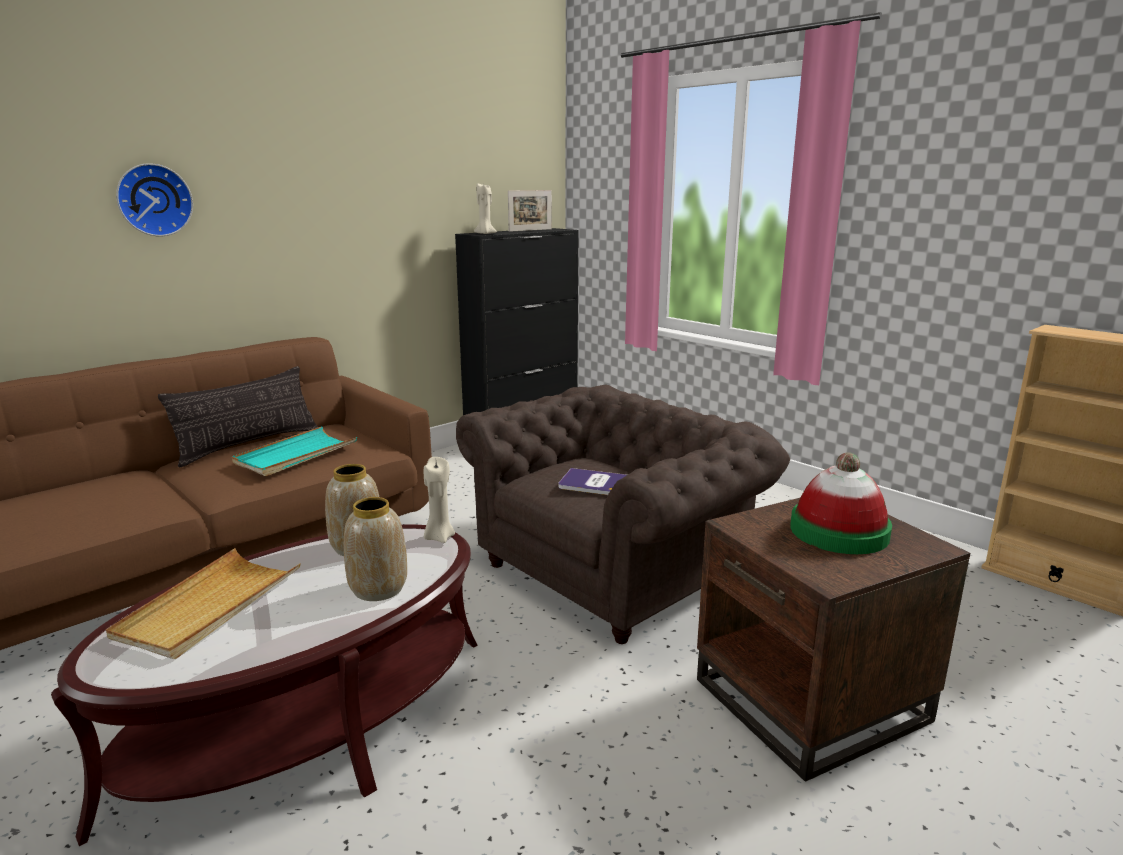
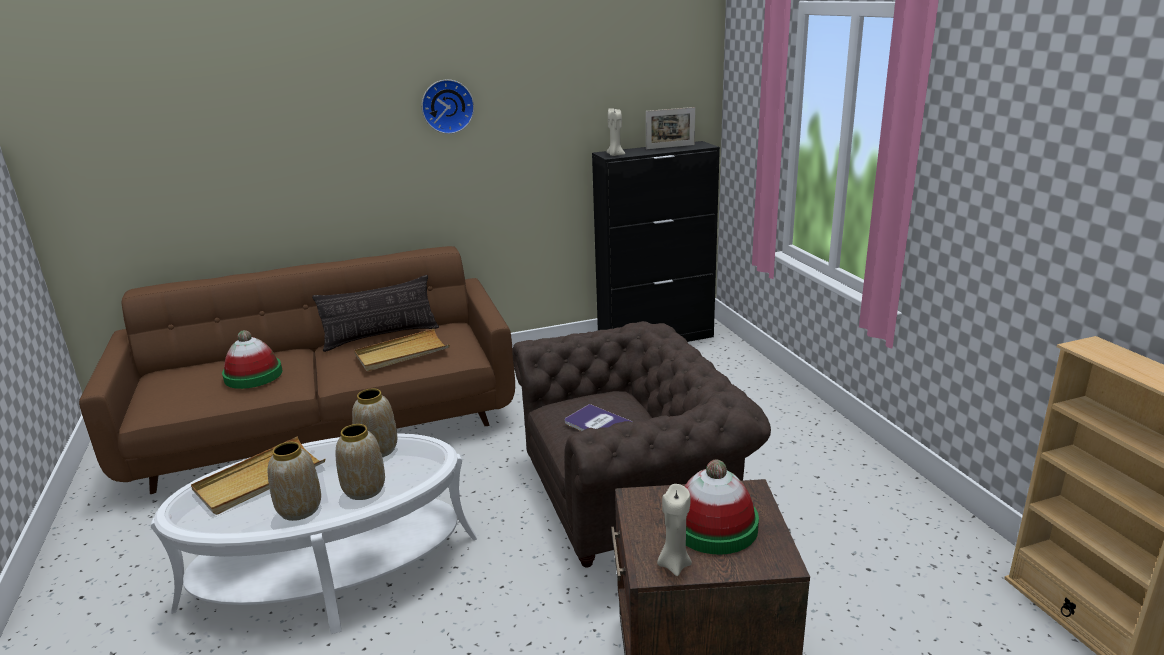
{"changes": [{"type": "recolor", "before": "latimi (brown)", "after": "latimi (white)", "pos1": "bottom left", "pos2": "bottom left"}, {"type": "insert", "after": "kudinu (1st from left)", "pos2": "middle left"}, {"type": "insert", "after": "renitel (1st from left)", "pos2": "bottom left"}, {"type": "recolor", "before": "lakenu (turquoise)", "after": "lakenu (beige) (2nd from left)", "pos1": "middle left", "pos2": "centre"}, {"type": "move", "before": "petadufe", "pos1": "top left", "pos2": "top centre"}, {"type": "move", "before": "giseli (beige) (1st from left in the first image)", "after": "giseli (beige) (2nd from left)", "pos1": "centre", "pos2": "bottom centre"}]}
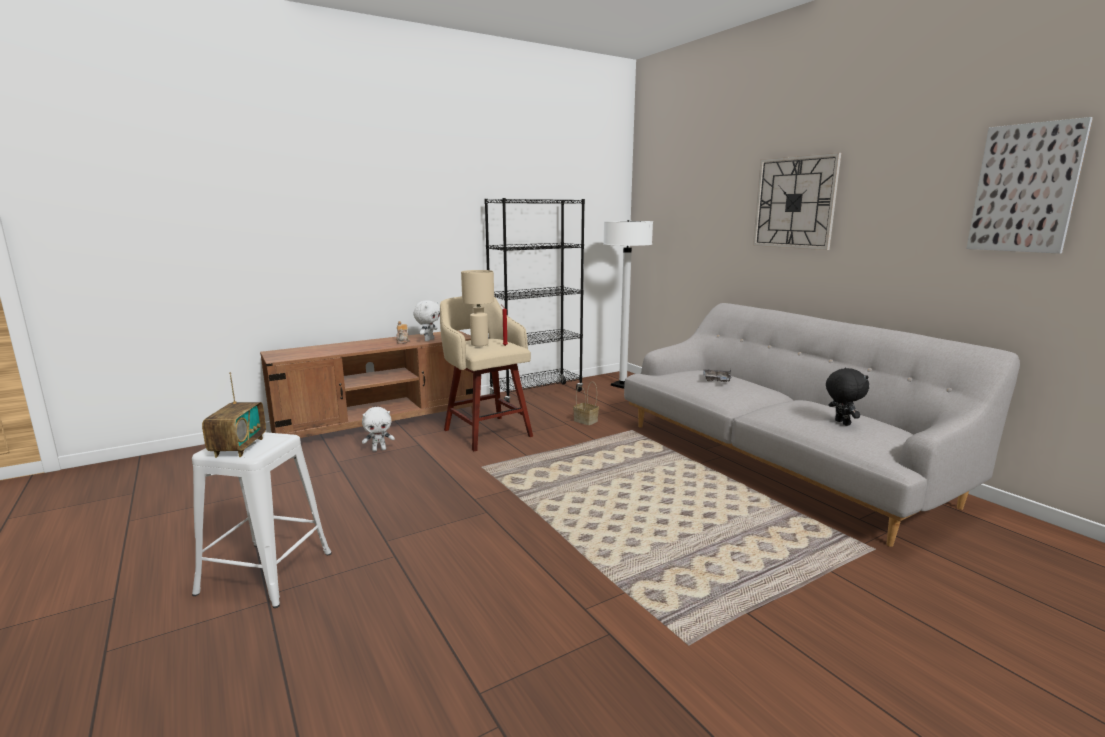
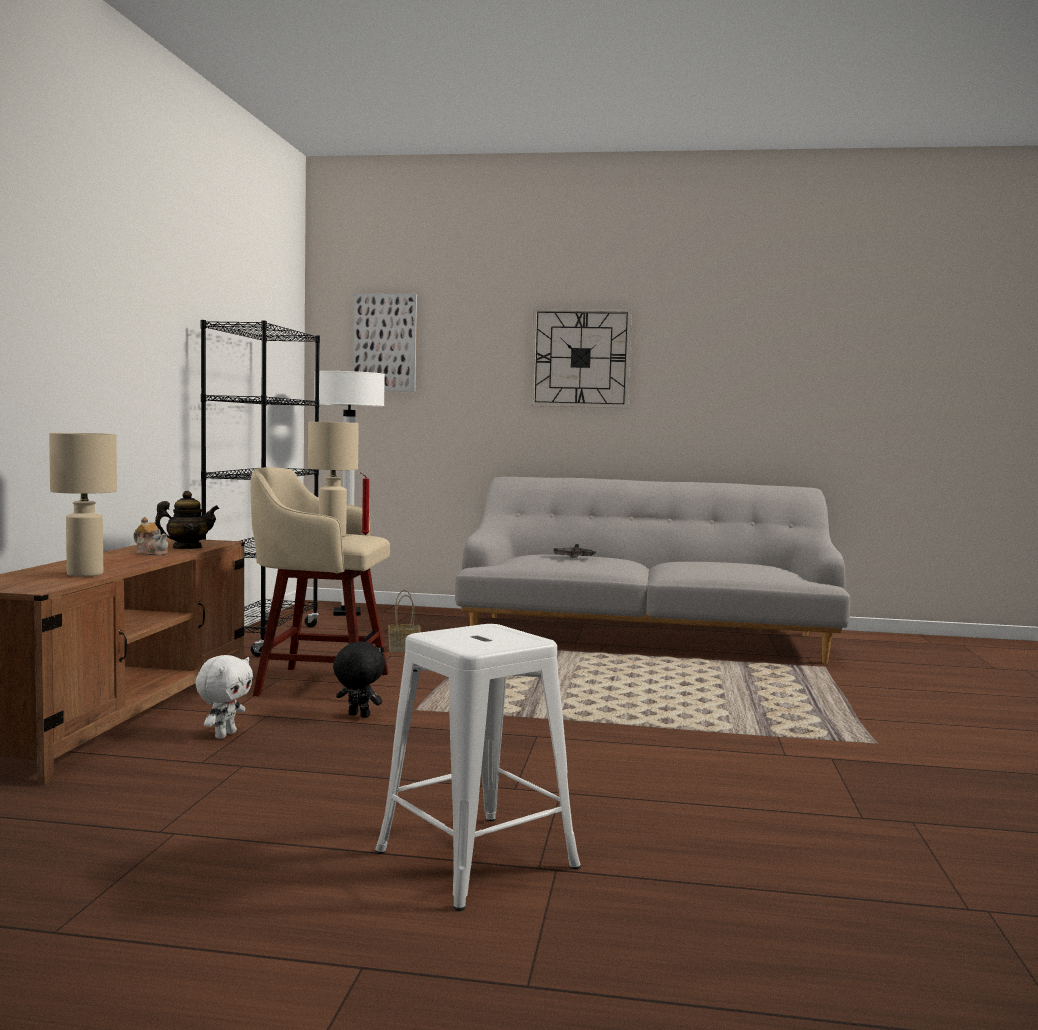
{"changes": [{"type": "insert", "after": "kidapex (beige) (1st from left)", "pos2": "middle left"}, {"type": "replace", "before": "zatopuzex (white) (2nd from left)", "after": "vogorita (2nd from left)", "pos1": "centre", "pos2": "middle left"}, {"type": "move", "before": "zatopuzex (black)", "pos1": "middle right", "pos2": "centre"}, {"type": "move", "before": "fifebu", "pos1": "top right", "pos2": "top centre"}, {"type": "delete", "before": "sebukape", "pos1": "middle left"}]}
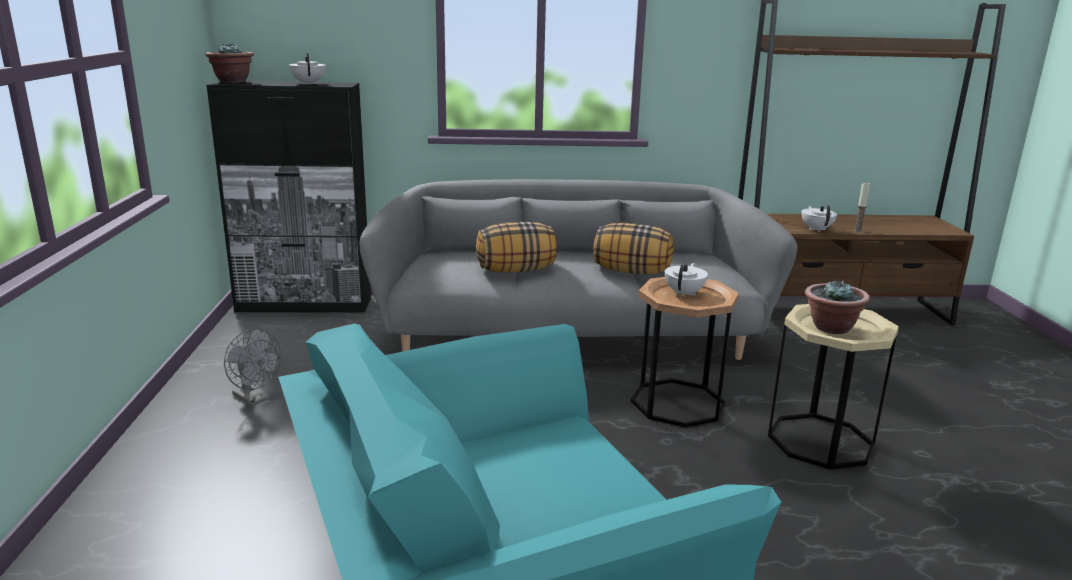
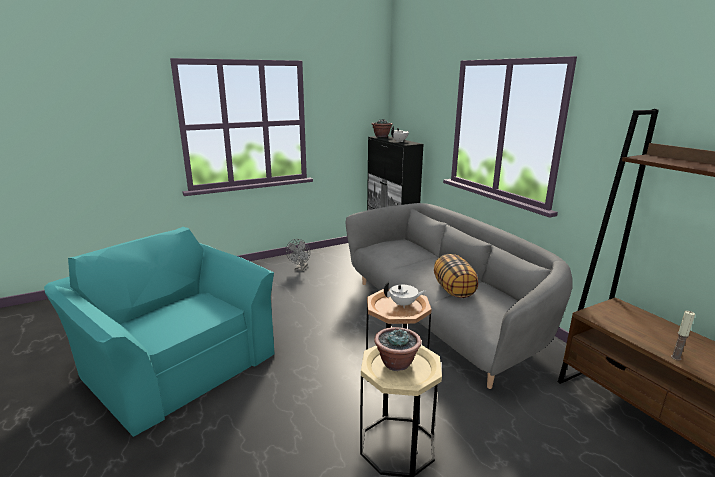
{"changes": [{"type": "delete", "before": "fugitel (1st from left)", "pos1": "centre"}, {"type": "delete", "before": "vogorita (white) (3rd from left)", "pos1": "middle right"}]}
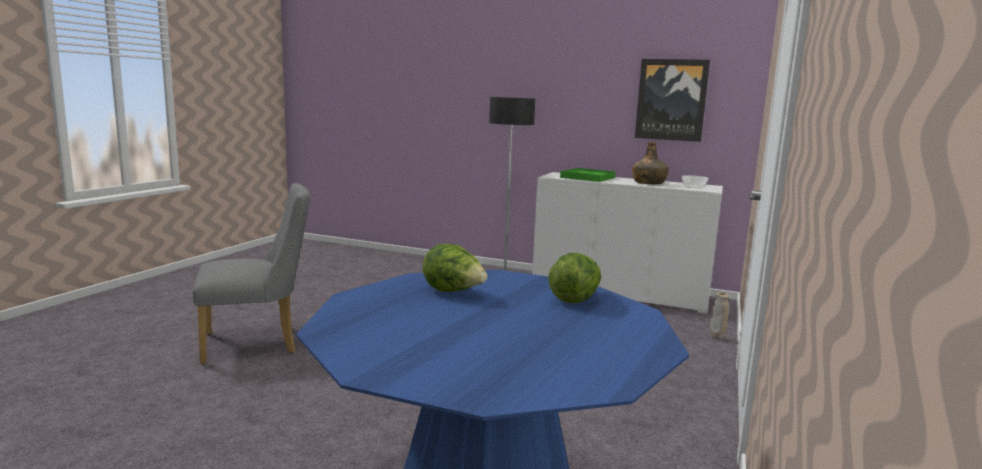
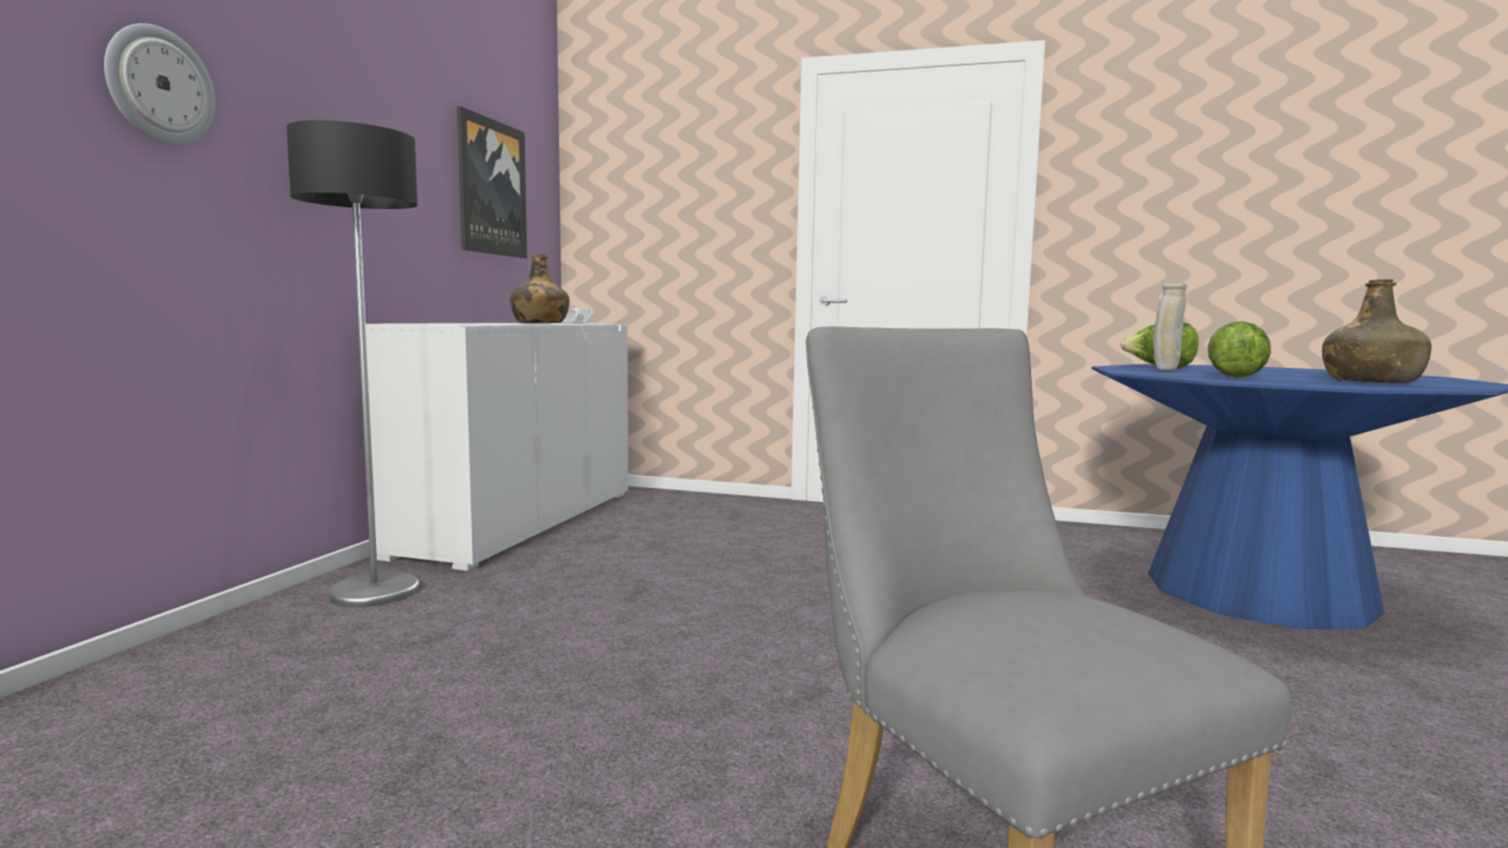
{"changes": [{"type": "insert", "after": "petadufe", "pos2": "top left"}, {"type": "move", "before": "renitel (beige)", "pos1": "bottom right", "pos2": "middle right"}, {"type": "insert", "after": "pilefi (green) (2nd from left)", "pos2": "middle right"}, {"type": "delete", "before": "lakenu (green)", "pos1": "centre"}]}
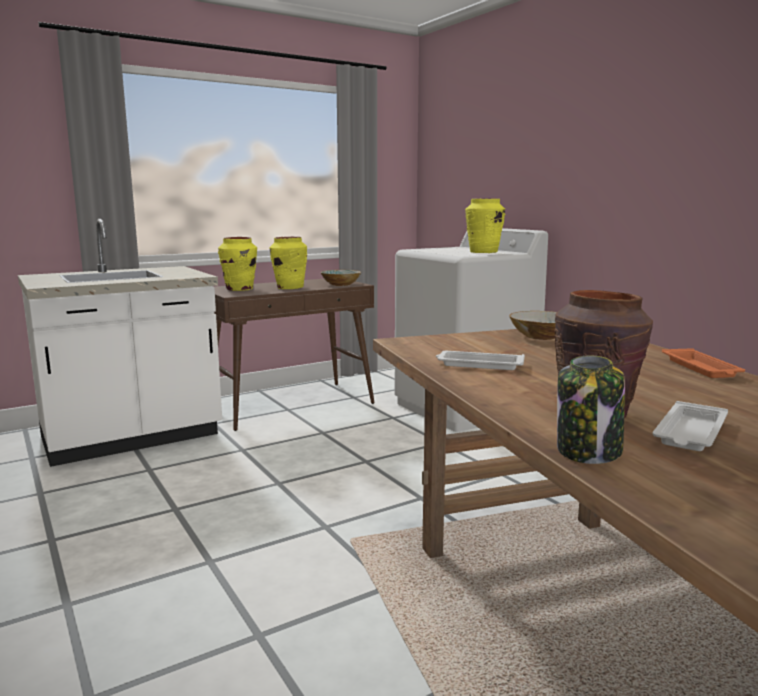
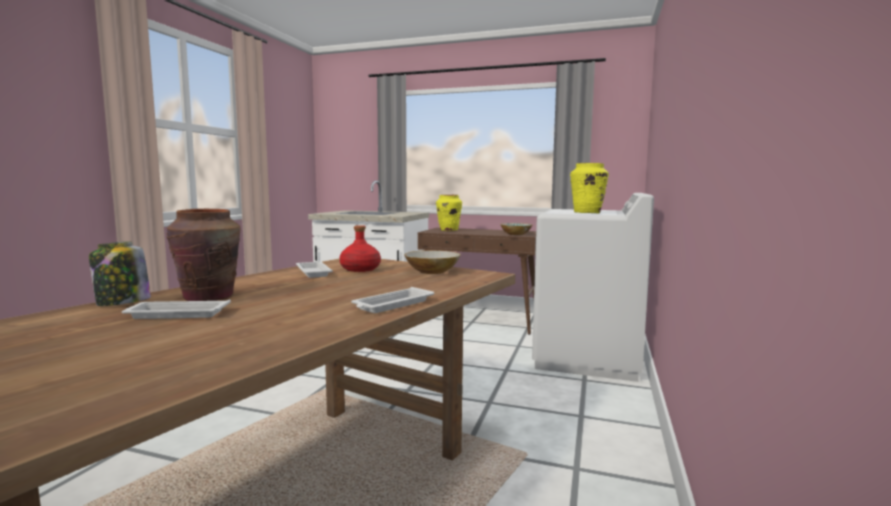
{"changes": [{"type": "insert", "after": "pilefi (red)", "pos2": "centre"}, {"type": "recolor", "before": "lakenu (orange)", "after": "lakenu (white) (3rd from left)", "pos1": "middle right", "pos2": "centre"}, {"type": "delete", "before": "renitel (yellow) (2nd from left)", "pos1": "centre"}]}
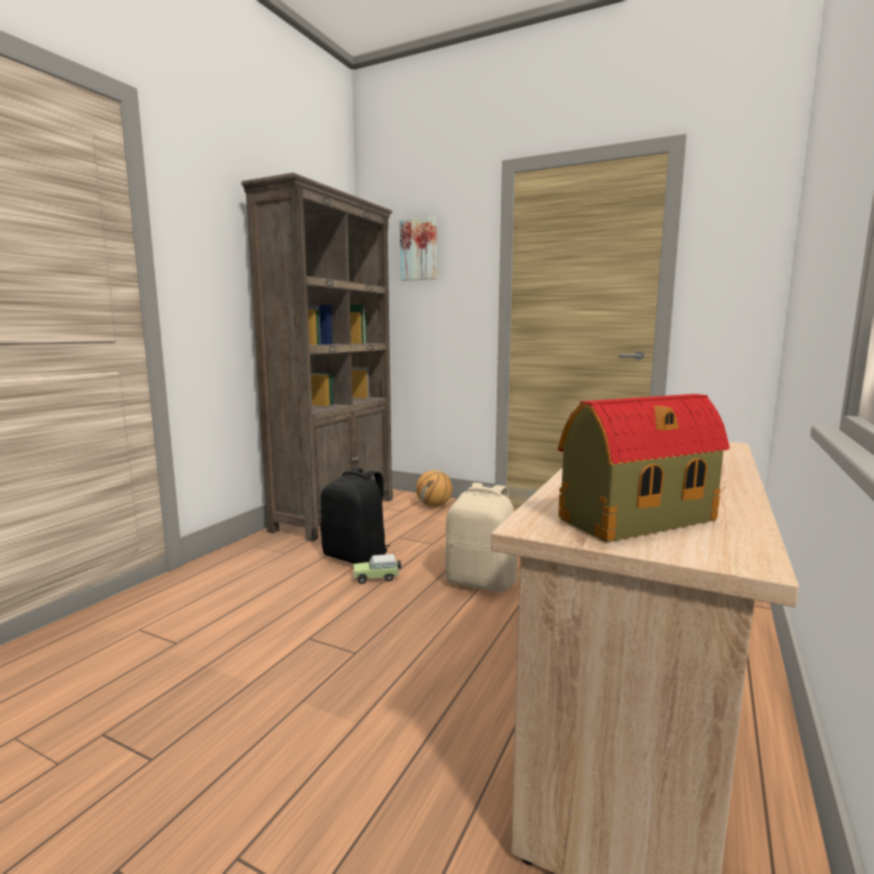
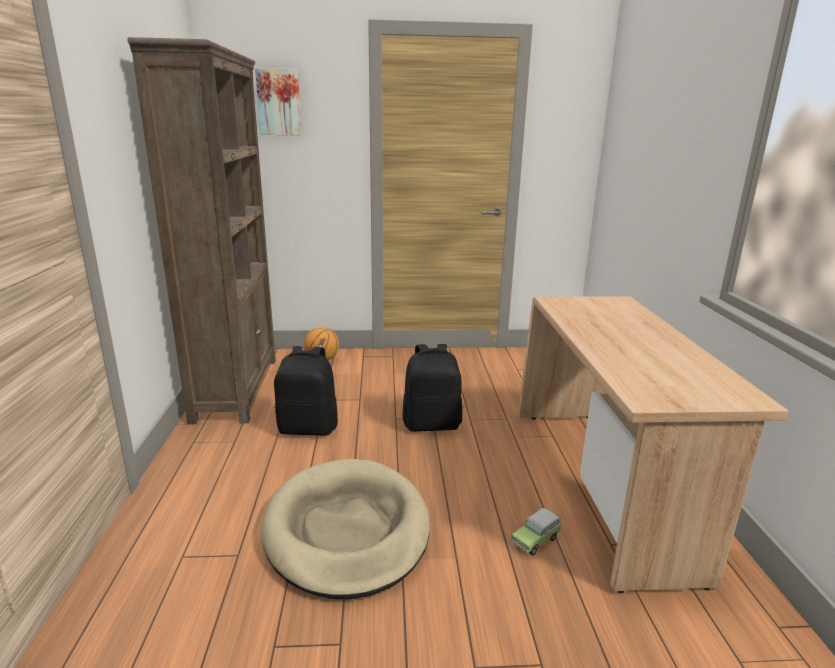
{"changes": [{"type": "insert", "after": "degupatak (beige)", "pos2": "bottom centre"}, {"type": "recolor", "before": "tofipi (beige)", "after": "tofipi (black) (2nd from left)", "pos1": "centre", "pos2": "centre"}, {"type": "move", "before": "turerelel", "pos1": "centre", "pos2": "bottom centre"}, {"type": "delete", "before": "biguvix", "pos1": "middle right"}]}
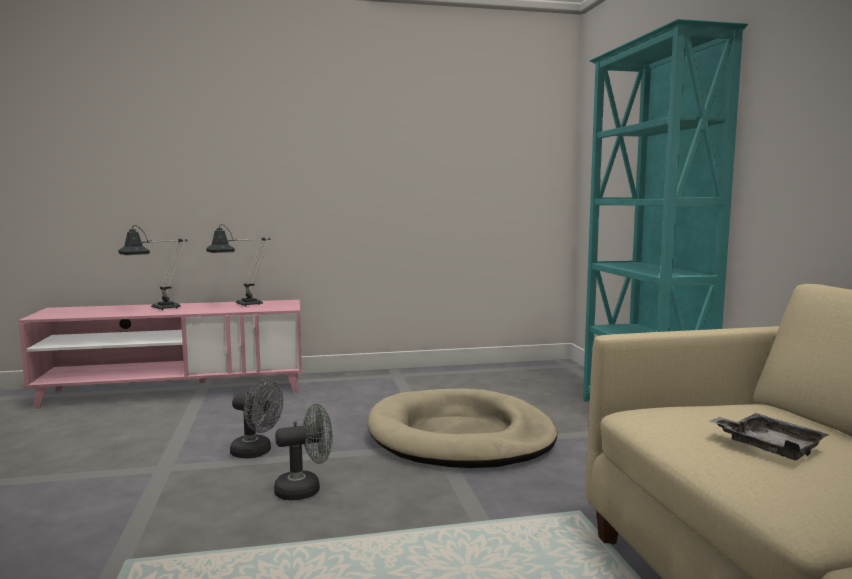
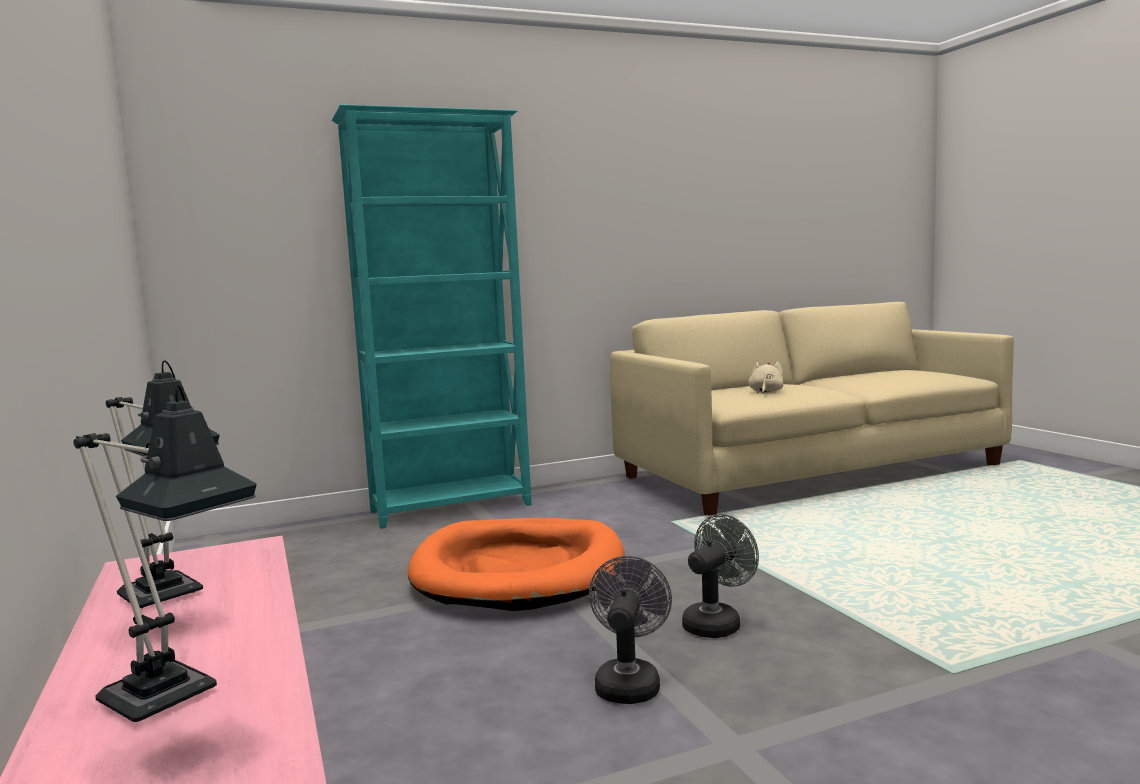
{"changes": [{"type": "recolor", "before": "degupatak (beige)", "after": "degupatak (orange)", "pos1": "bottom centre", "pos2": "bottom centre"}, {"type": "rotate", "before": "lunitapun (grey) (2nd from left)", "pos1": "bottom centre", "pos2": "bottom centre", "turn": 75}, {"type": "replace", "before": "lakenu (grey)", "after": "zatopuzex (beige)", "pos1": "bottom right", "pos2": "middle right"}]}
